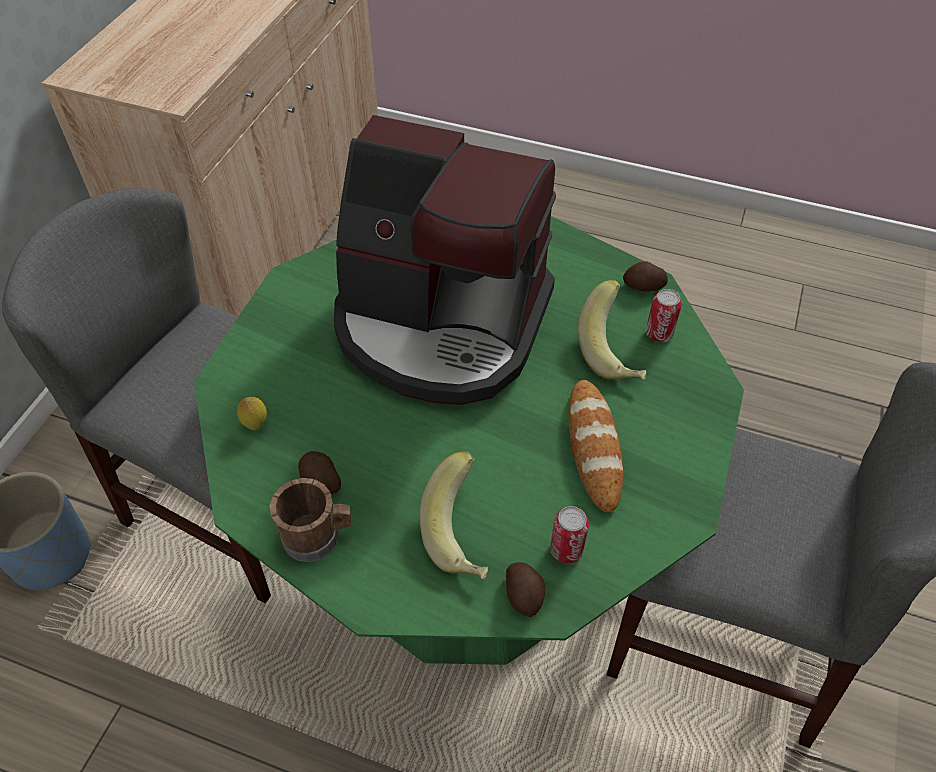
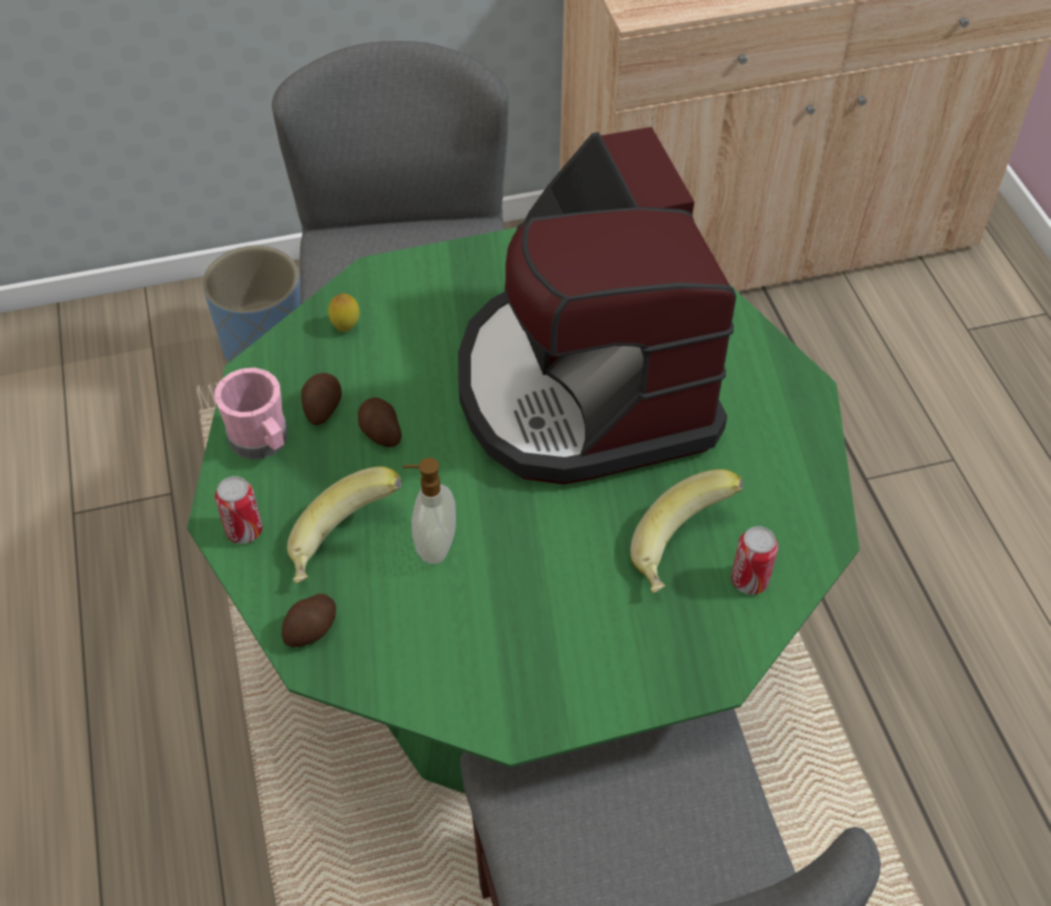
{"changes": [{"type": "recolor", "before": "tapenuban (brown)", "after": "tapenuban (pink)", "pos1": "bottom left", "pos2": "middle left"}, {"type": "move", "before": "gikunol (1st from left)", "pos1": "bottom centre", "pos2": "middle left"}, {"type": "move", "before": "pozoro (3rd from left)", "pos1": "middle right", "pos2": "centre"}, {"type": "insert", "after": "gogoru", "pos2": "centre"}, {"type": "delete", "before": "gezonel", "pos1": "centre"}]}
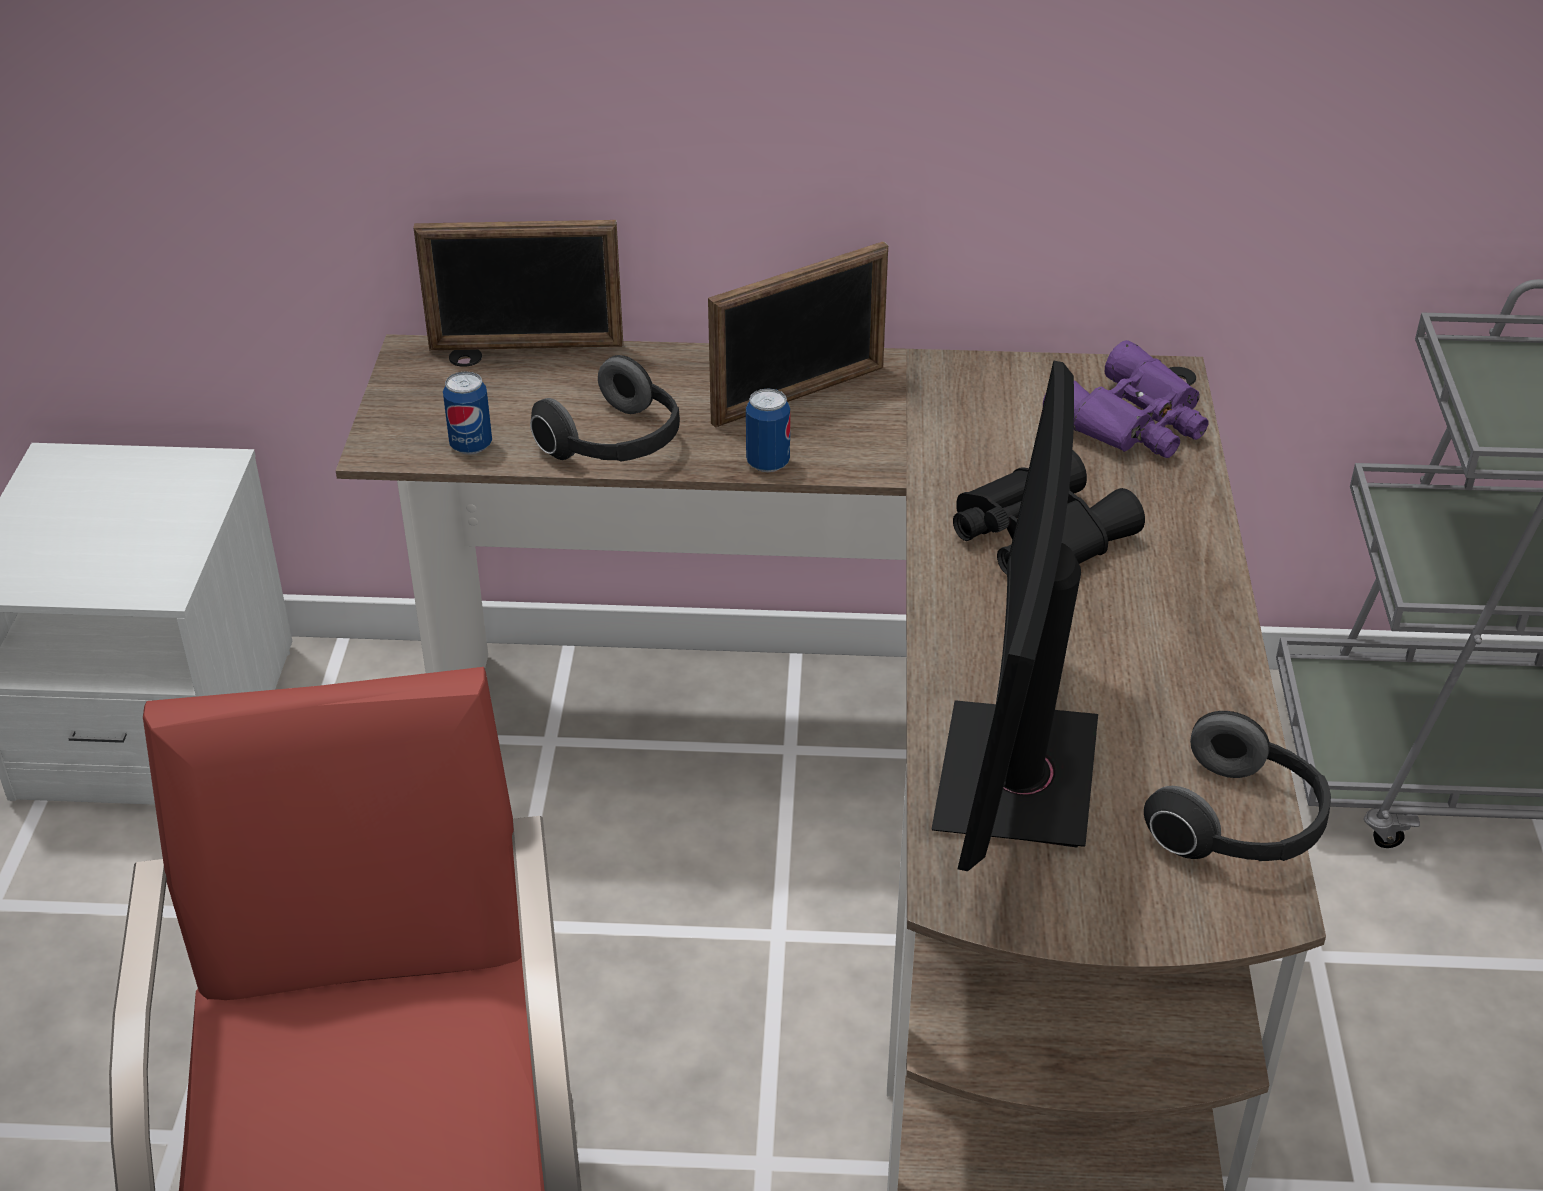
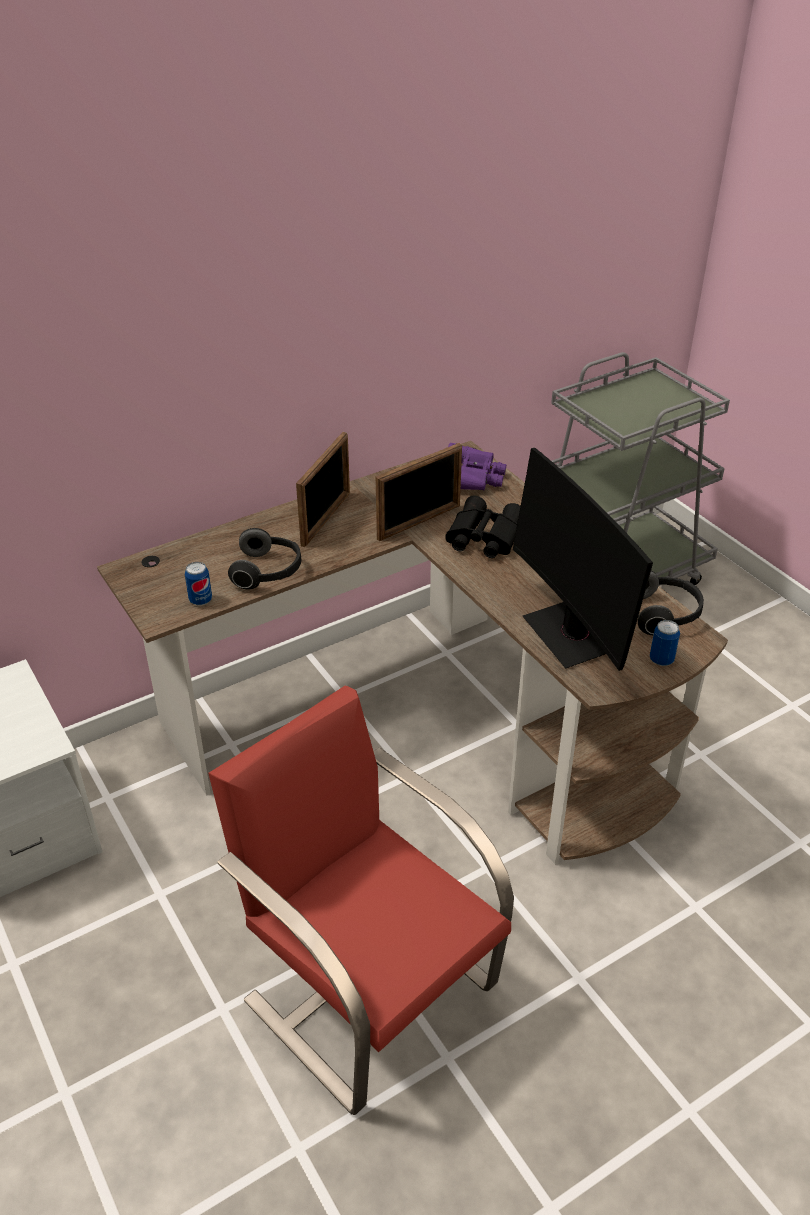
{"changes": [{"type": "move", "before": "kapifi (1st from left in the first image)", "after": "kapifi (2nd from left)", "pos1": "top centre", "pos2": "centre"}, {"type": "move", "before": "gikunol (2nd from left)", "pos1": "centre", "pos2": "middle right"}]}
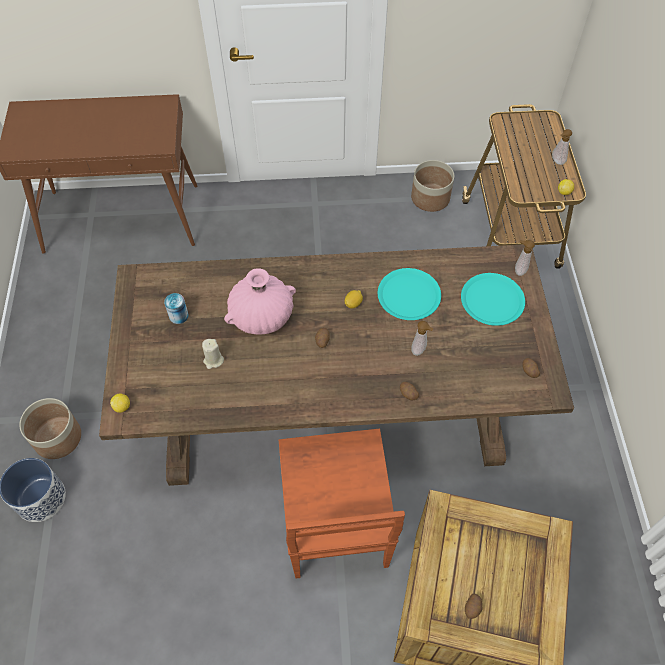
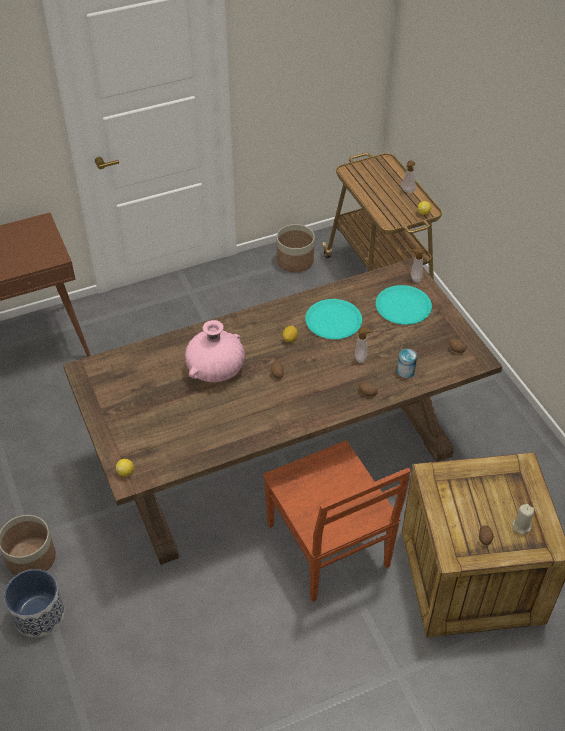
{"changes": [{"type": "move", "before": "gikunol", "pos1": "middle left", "pos2": "middle right"}, {"type": "move", "before": "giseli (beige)", "pos1": "middle left", "pos2": "bottom right"}]}
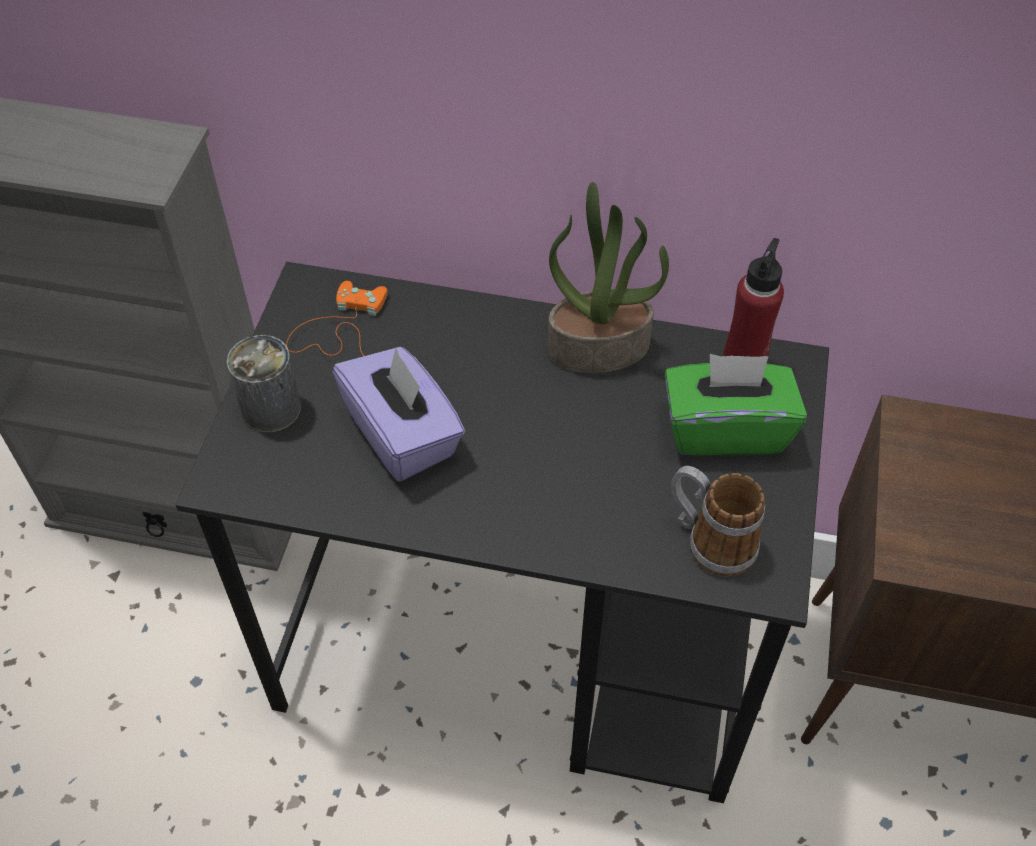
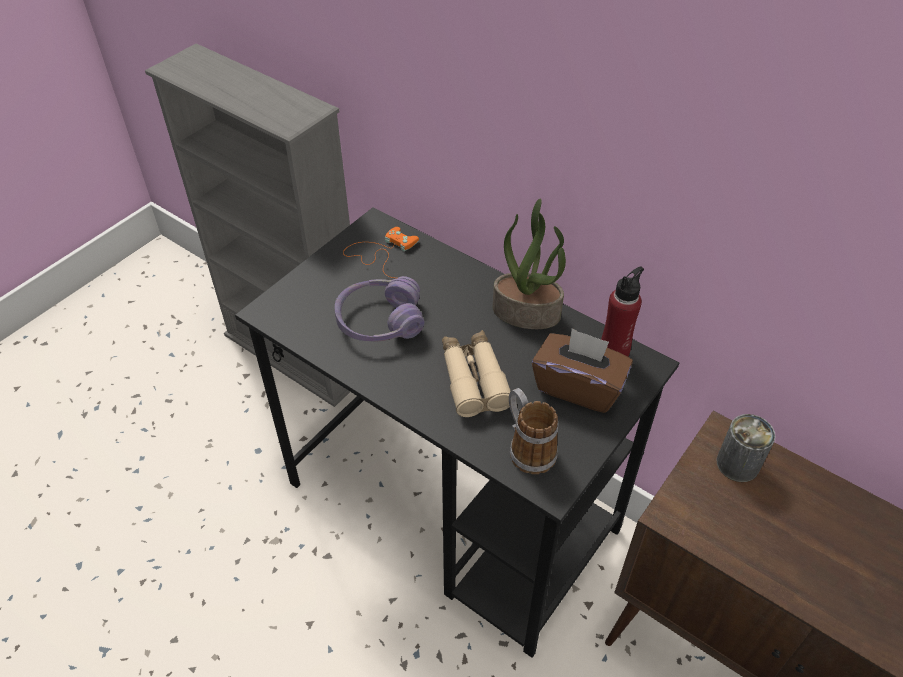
{"changes": [{"type": "replace", "before": "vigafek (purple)", "after": "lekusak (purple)", "pos1": "centre", "pos2": "centre"}, {"type": "insert", "after": "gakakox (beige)", "pos2": "centre"}, {"type": "recolor", "before": "vigafek (green)", "after": "vigafek (brown)", "pos1": "middle right", "pos2": "centre"}, {"type": "move", "before": "gikunol", "pos1": "middle left", "pos2": "middle right"}]}
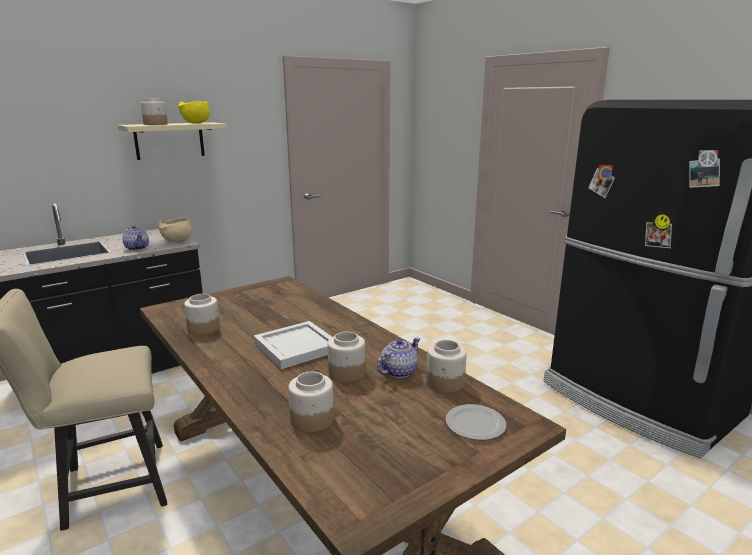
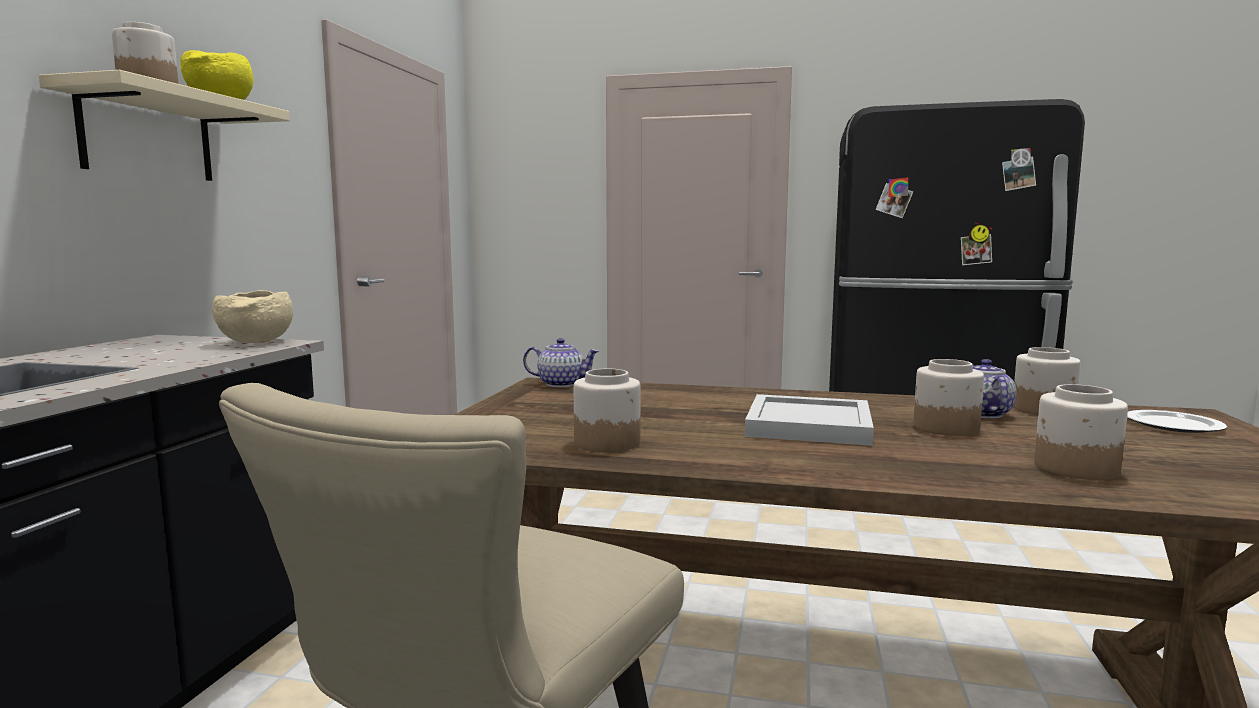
{"changes": [{"type": "move", "before": "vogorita (1st from left)", "pos1": "middle left", "pos2": "centre"}]}
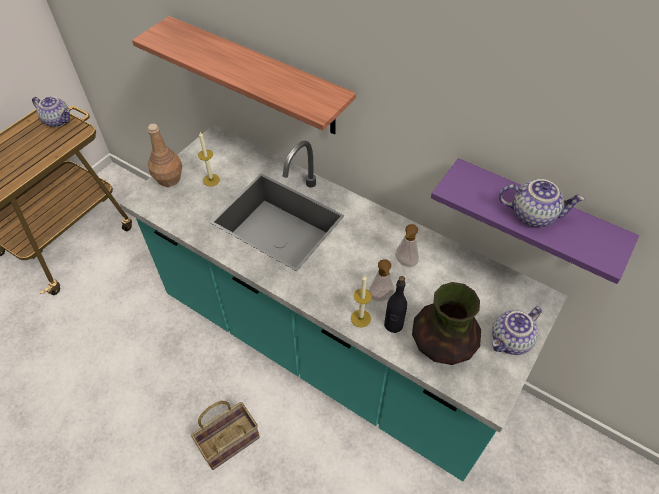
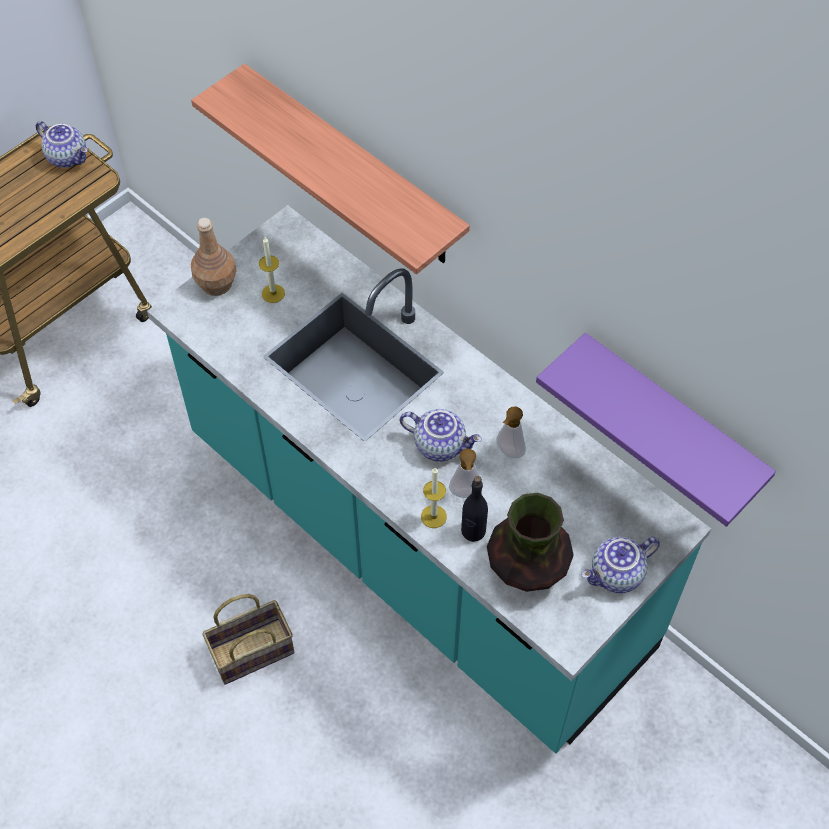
{"changes": [{"type": "move", "before": "vogorita (3rd from left in the first image)", "after": "vogorita (2nd from left)", "pos1": "middle right", "pos2": "centre"}]}
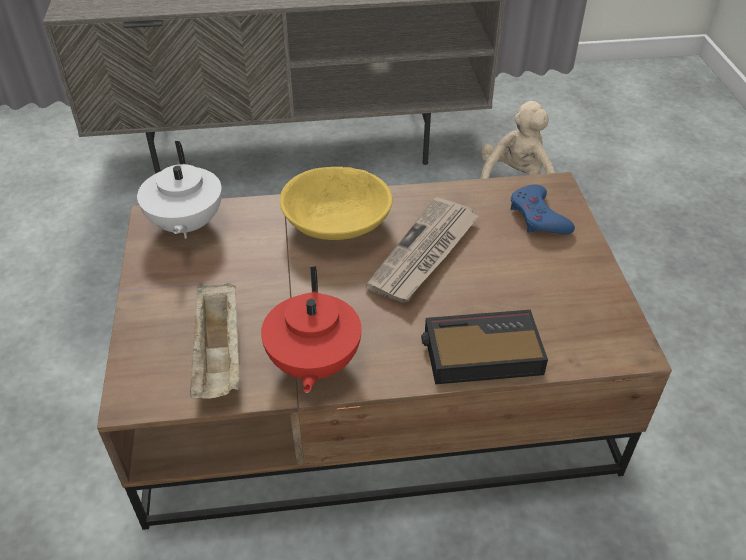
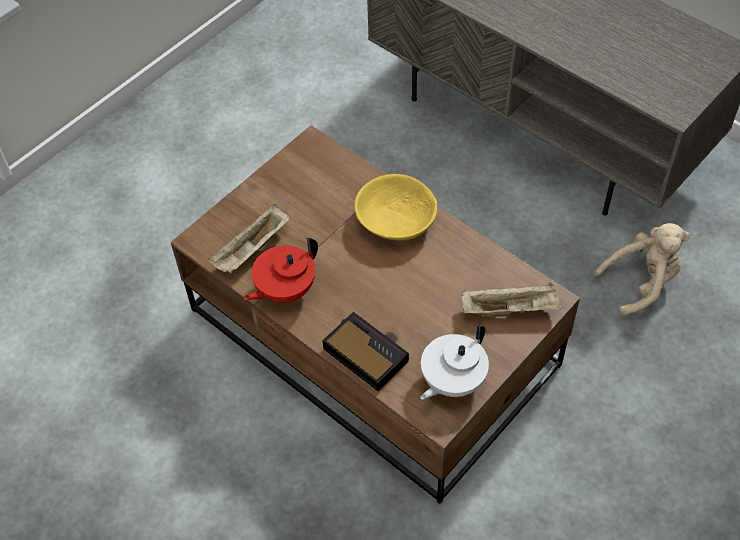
{"changes": [{"type": "move", "before": "vogorita (white)", "pos1": "middle left", "pos2": "bottom centre"}, {"type": "replace", "before": "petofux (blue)", "after": "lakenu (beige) (2nd from left)", "pos1": "middle right", "pos2": "middle right"}, {"type": "delete", "before": "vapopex", "pos1": "centre"}]}
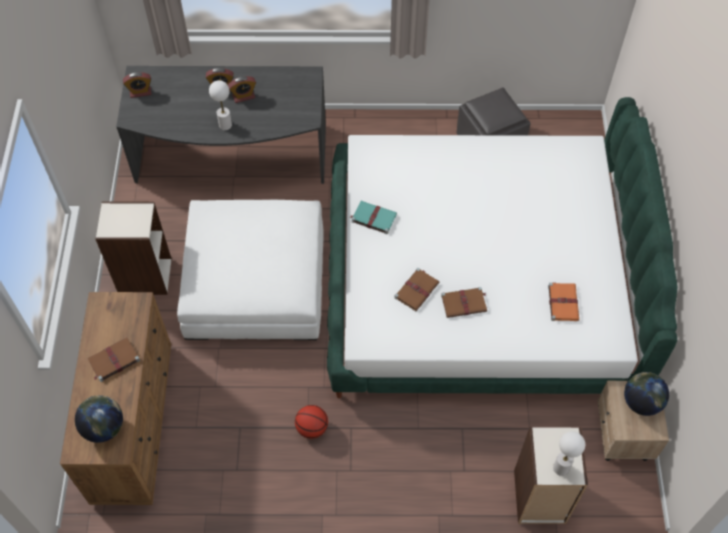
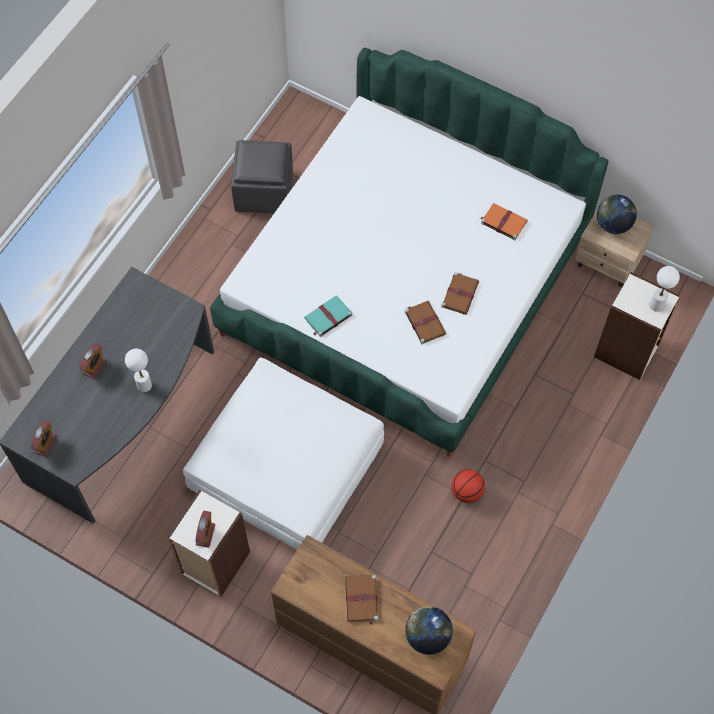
{"changes": [{"type": "move", "before": "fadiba (3rd from left)", "pos1": "top left", "pos2": "bottom left"}]}
